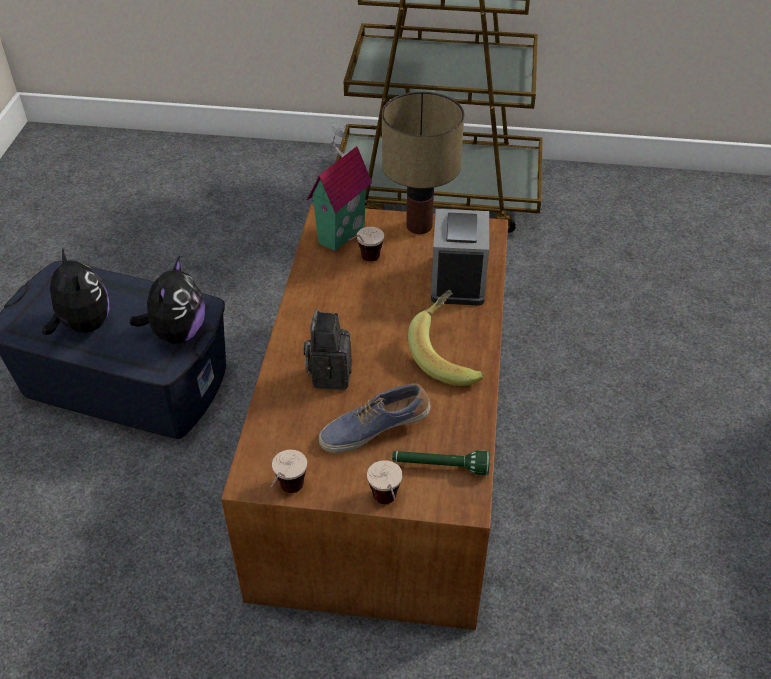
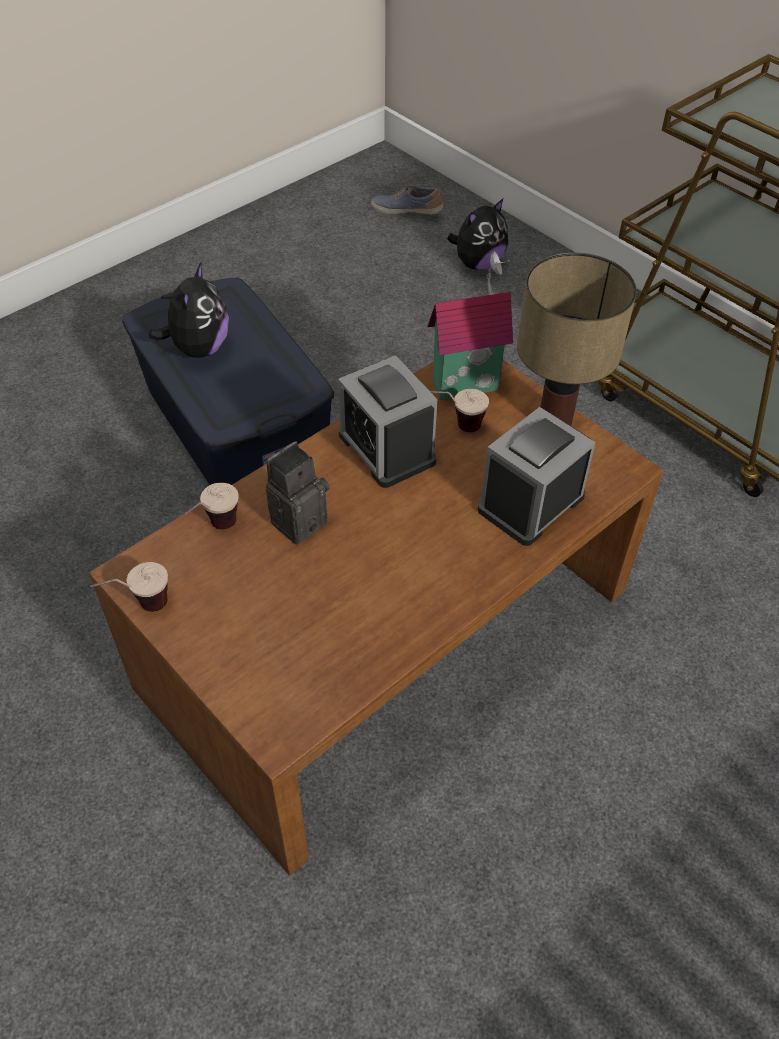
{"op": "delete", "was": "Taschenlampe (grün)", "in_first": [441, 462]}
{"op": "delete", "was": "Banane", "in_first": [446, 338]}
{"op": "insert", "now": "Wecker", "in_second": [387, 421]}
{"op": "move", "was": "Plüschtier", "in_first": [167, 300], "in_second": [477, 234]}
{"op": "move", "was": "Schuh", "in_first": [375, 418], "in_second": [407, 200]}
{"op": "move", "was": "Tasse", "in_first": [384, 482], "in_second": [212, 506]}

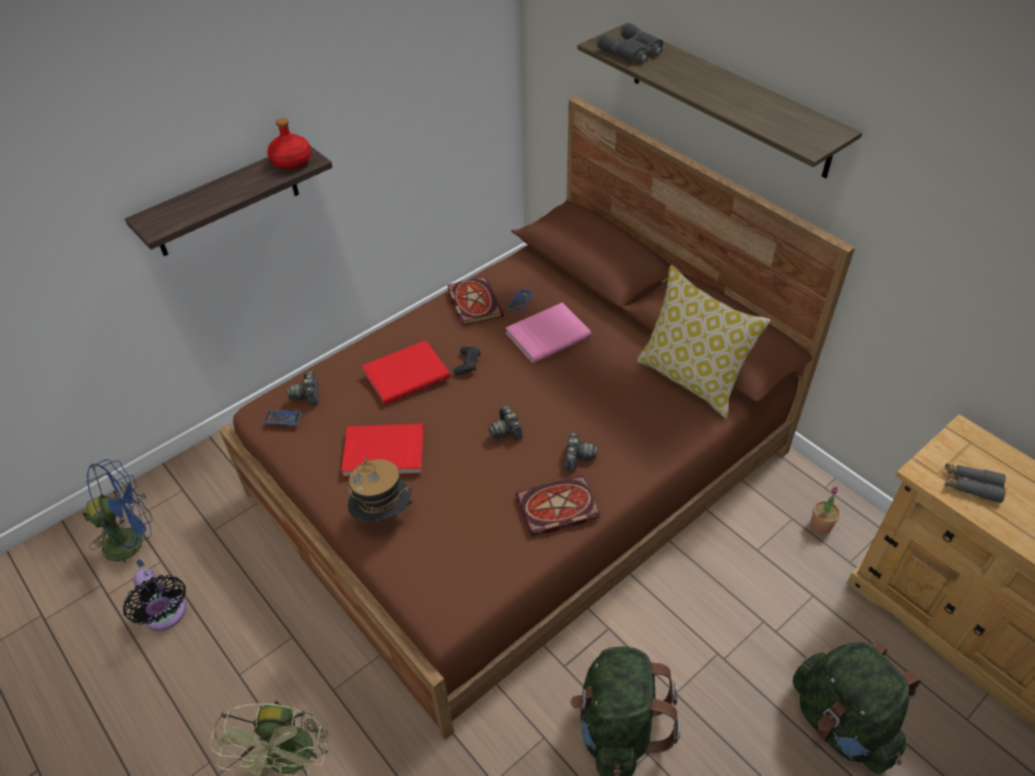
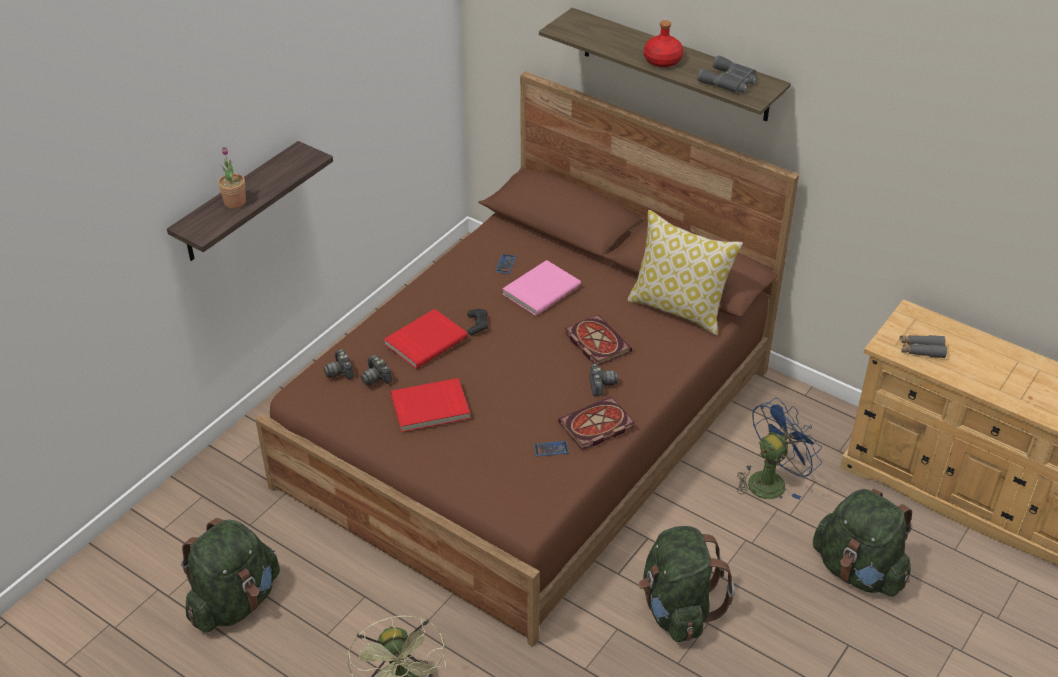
{"op": "delete", "was": "Hut", "in_first": [380, 489]}
{"op": "move", "was": "Ventilator (blau)", "in_first": [116, 513], "in_second": [779, 449]}
{"op": "move", "was": "Handy", "in_first": [282, 417], "in_second": [551, 448]}
{"op": "move", "was": "Flasche (rot)", "in_first": [289, 144], "in_second": [664, 43]}
{"op": "move", "was": "Buch", "in_first": [475, 301], "in_second": [598, 340]}
{"op": "move", "was": "Kamera", "in_first": [505, 422], "in_second": [377, 370]}
{"op": "move", "was": "Fernglas (grau)", "in_first": [630, 42], "in_second": [727, 74]}
{"op": "move", "was": "Topfpflanze", "in_first": [825, 510], "in_second": [232, 177]}
{"op": "replace", "was": "Ventilator (schwarz)", "now": "Rucksack (grün)", "in_first": [154, 599], "in_second": [230, 575]}

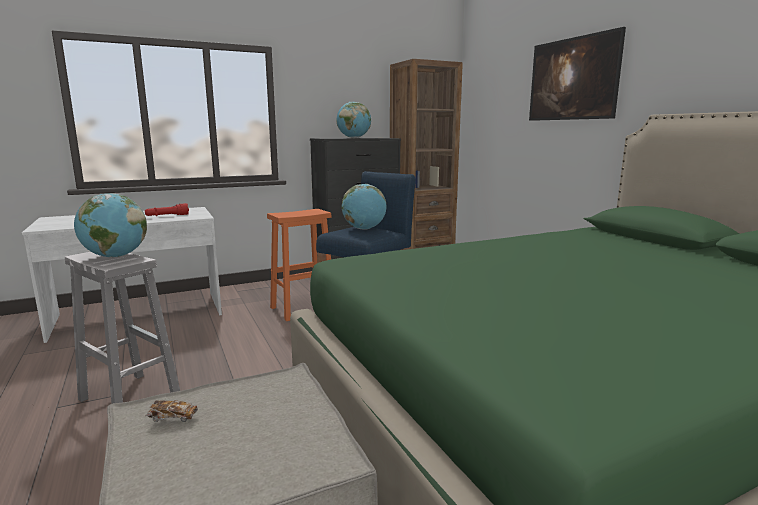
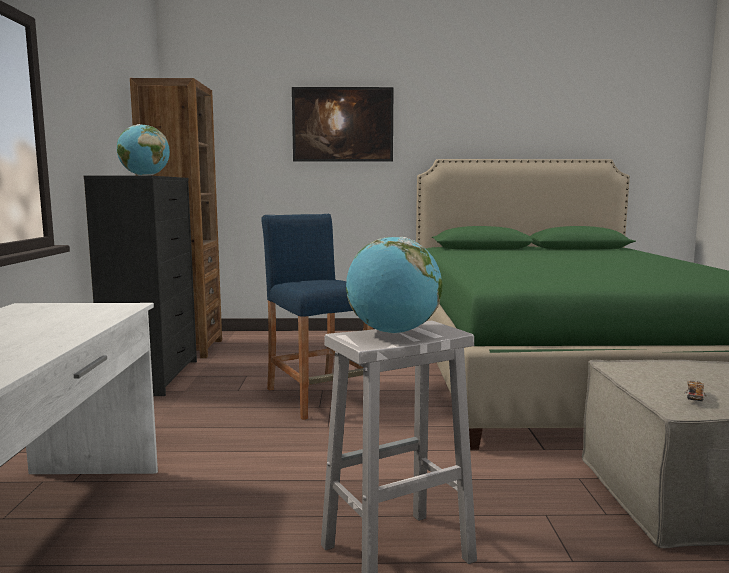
{"op": "delete", "was": "Taschenlampe (rot)", "in_first": [167, 209]}
{"op": "delete", "was": "Hocker (orange)", "in_first": [299, 265]}
{"op": "delete", "was": "Globus", "in_first": [364, 207]}

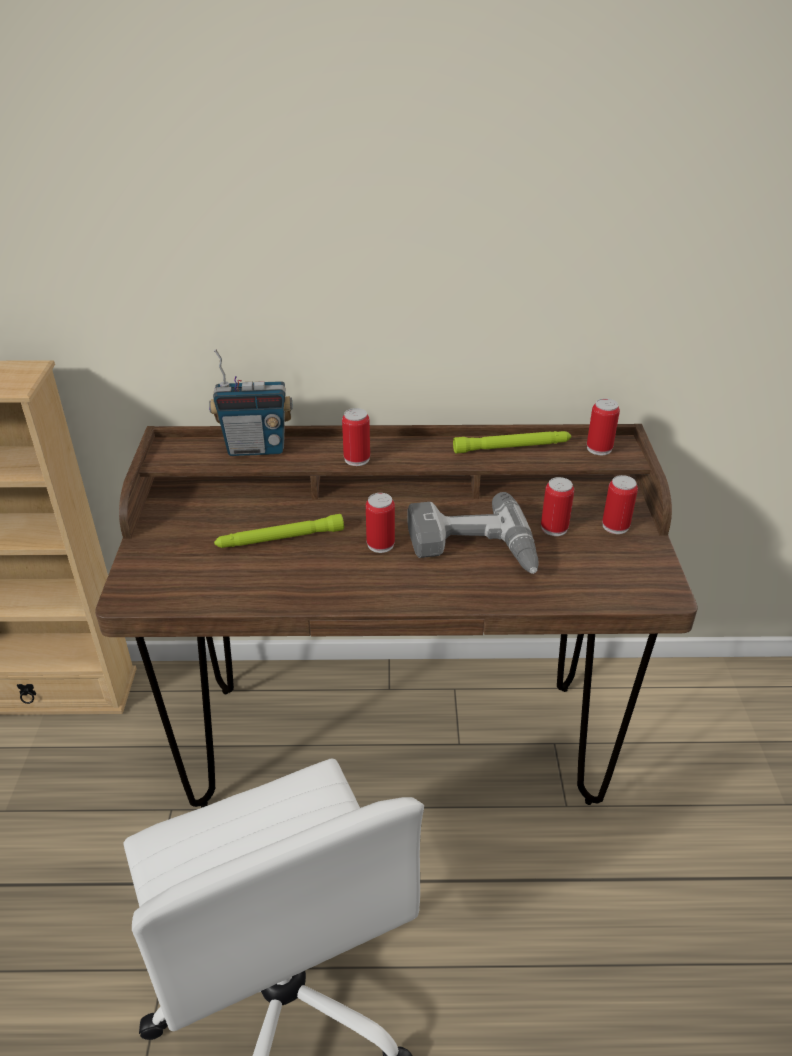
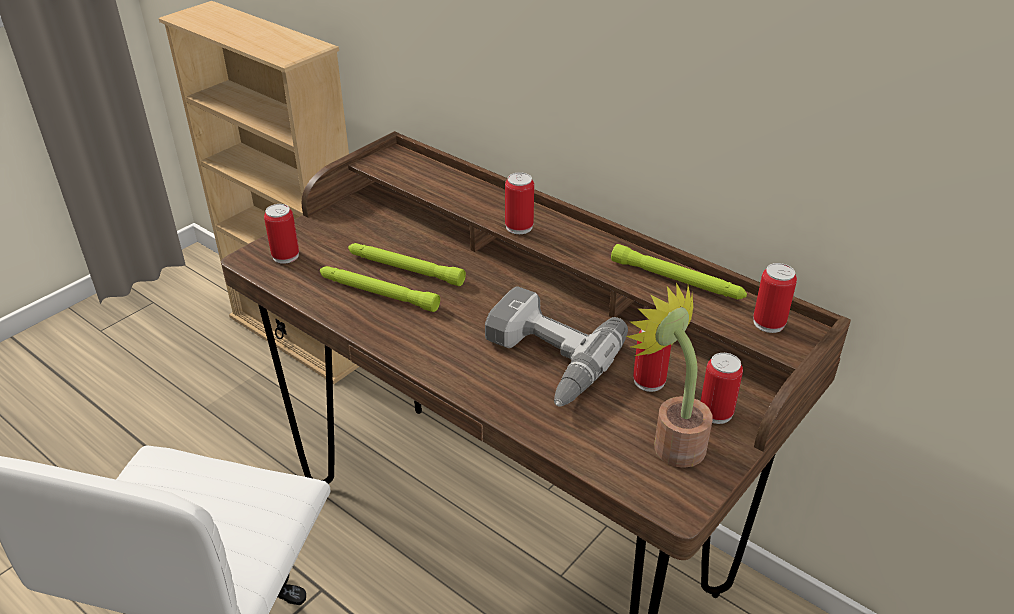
{"op": "delete", "was": "Radio", "in_first": [251, 402]}
{"op": "insert", "now": "Taschenlampe (grün)", "in_second": [380, 289]}
{"op": "insert", "now": "Topfpflanze", "in_second": [669, 375]}
{"op": "move", "was": "Dose", "in_first": [380, 523], "in_second": [281, 234]}

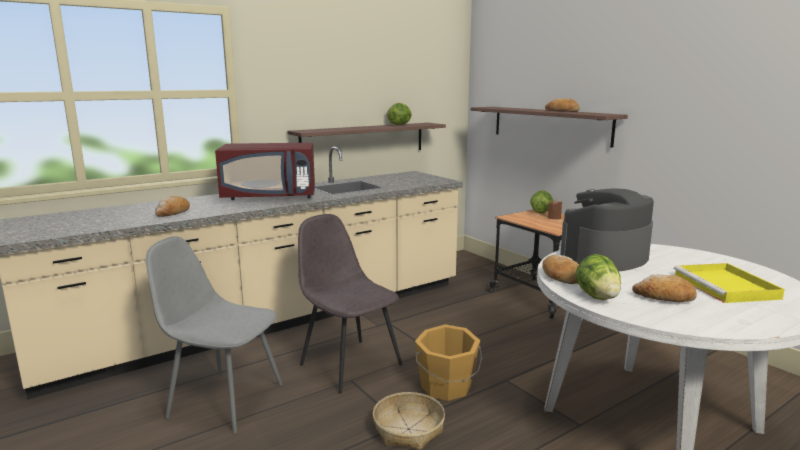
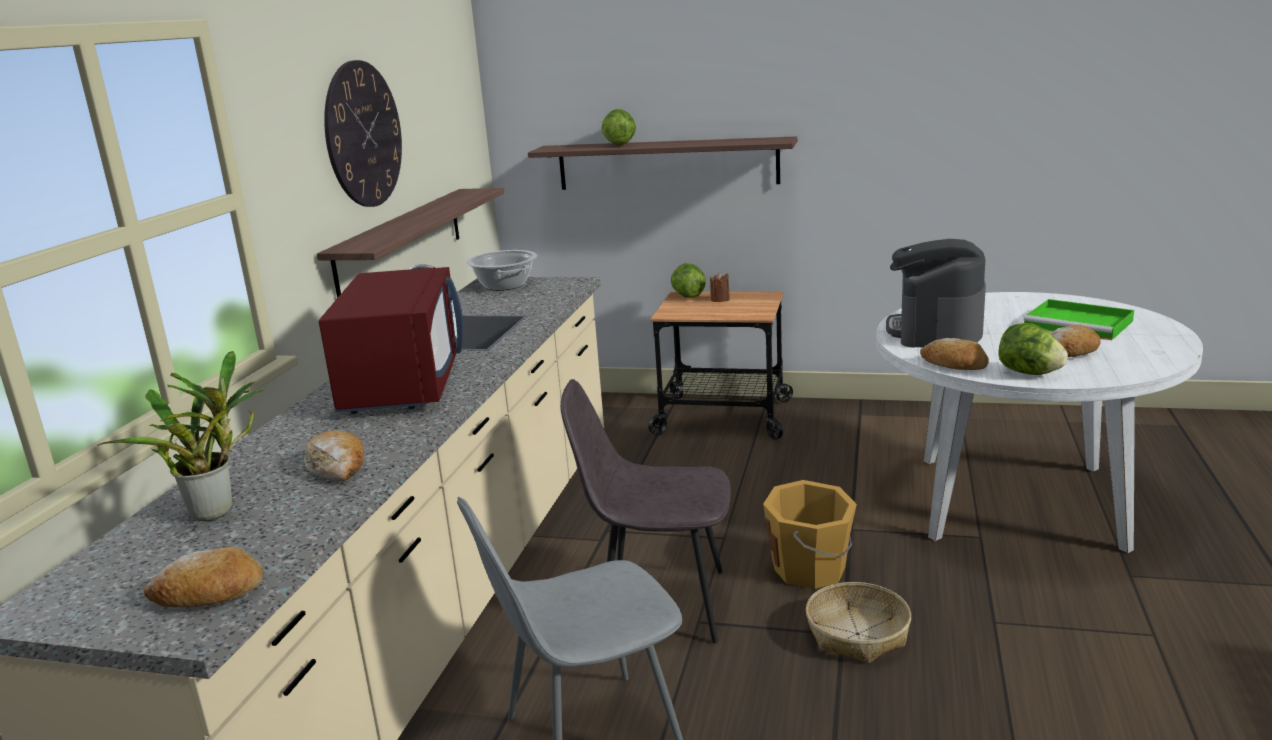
{"op": "insert", "now": "Topfpflanze", "in_second": [180, 436]}
{"op": "insert", "now": "Wanduhr", "in_second": [363, 133]}
{"op": "insert", "now": "Kochtopf", "in_second": [501, 270]}
{"op": "move", "was": "Salatkopf", "in_first": [399, 114], "in_second": [618, 127]}
{"op": "move", "was": "Brot", "in_first": [562, 105], "in_second": [203, 577]}
{"op": "recolor", "was": "Tablett (gelb)", "now": "Tablett (grün)", "in_first": [729, 283], "in_second": [1079, 319]}
{"op": "rotate", "was": "Mikrowelle (rot)", "in_first": [265, 171], "in_second": [391, 340], "clockwise": -45}

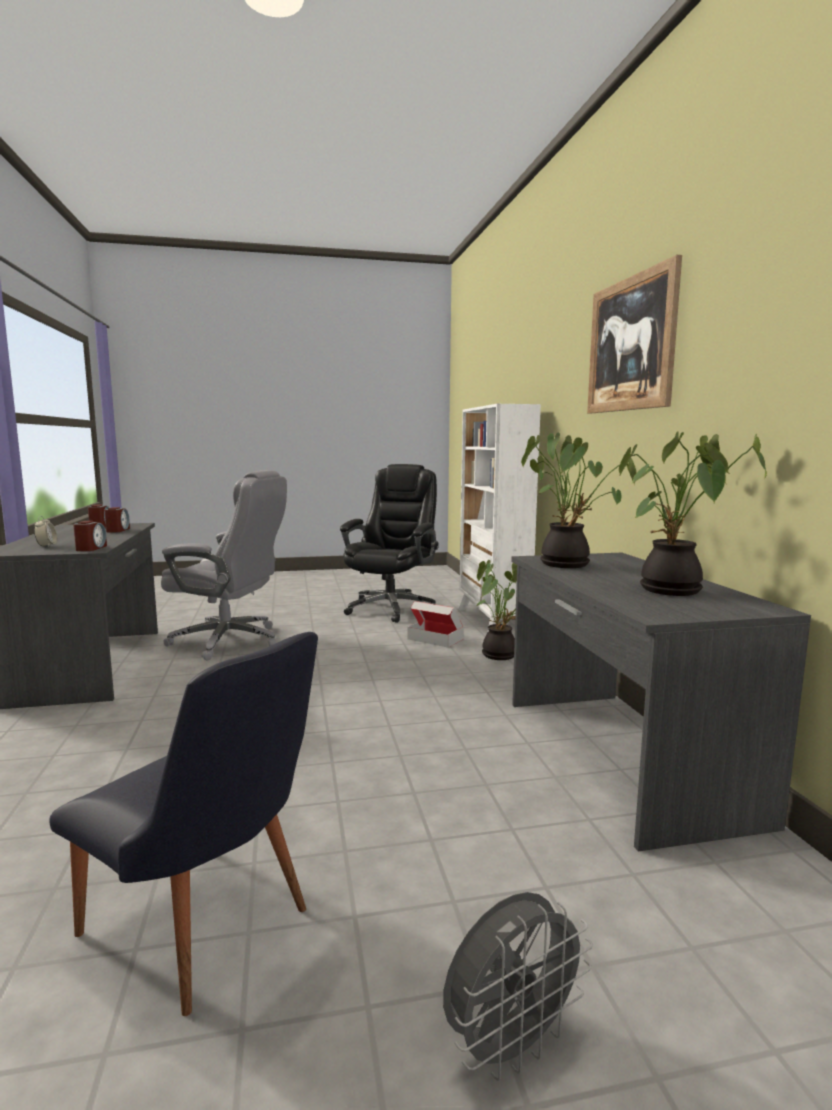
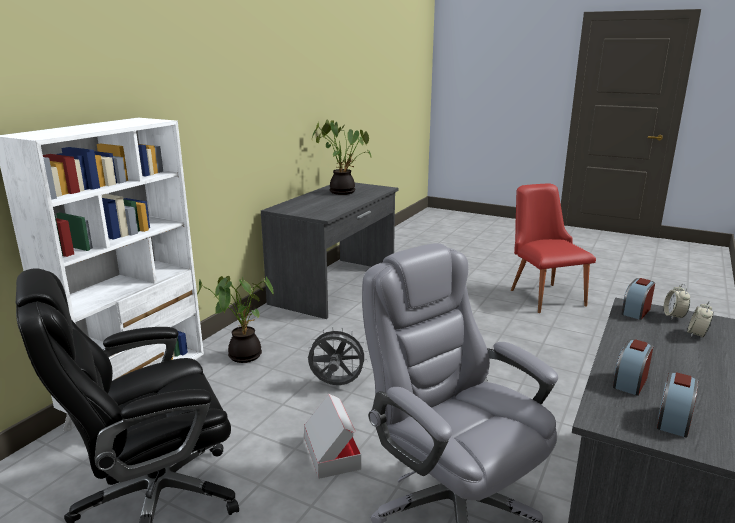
{"op": "delete", "was": "Topfpflanze", "in_first": [579, 500]}
{"op": "delete", "was": "Bild", "in_first": [634, 334]}
{"op": "insert", "now": "Wecker", "in_second": [677, 301]}
{"op": "move", "was": "Karton", "in_first": [435, 624], "in_second": [332, 436]}
{"op": "move", "was": "Ventilator (grau)", "in_first": [518, 986], "in_second": [337, 355]}
{"op": "recolor", "was": "Stuhl (schwarz)", "now": "Stuhl (rot)", "in_first": [183, 824], "in_second": [553, 248]}

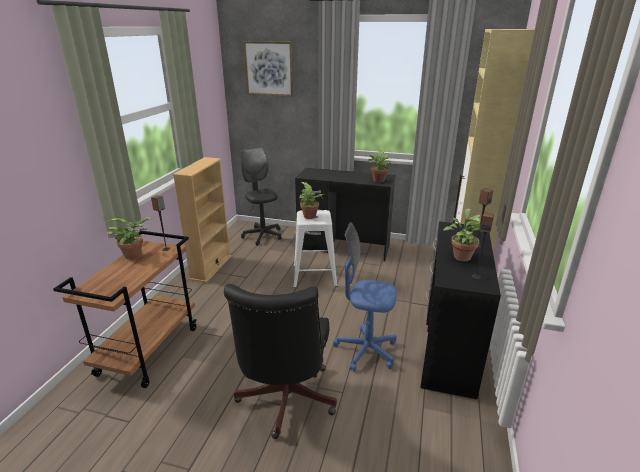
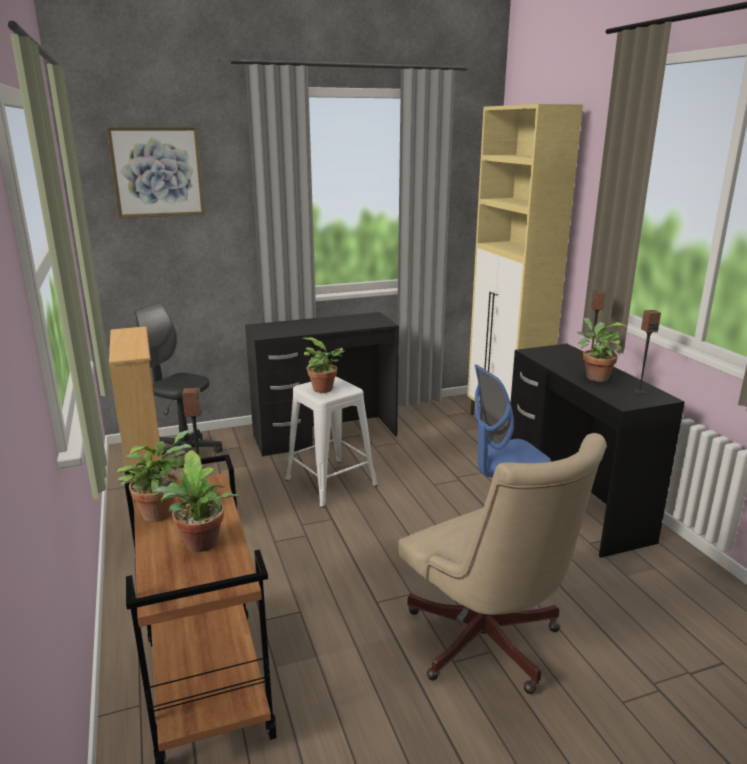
{"op": "move", "was": "Topfpflanze", "in_first": [380, 164], "in_second": [196, 501]}
{"op": "recolor", "was": "Bürostuhl (schwarz)", "now": "Bürostuhl (beige)", "in_first": [280, 361], "in_second": [502, 563]}

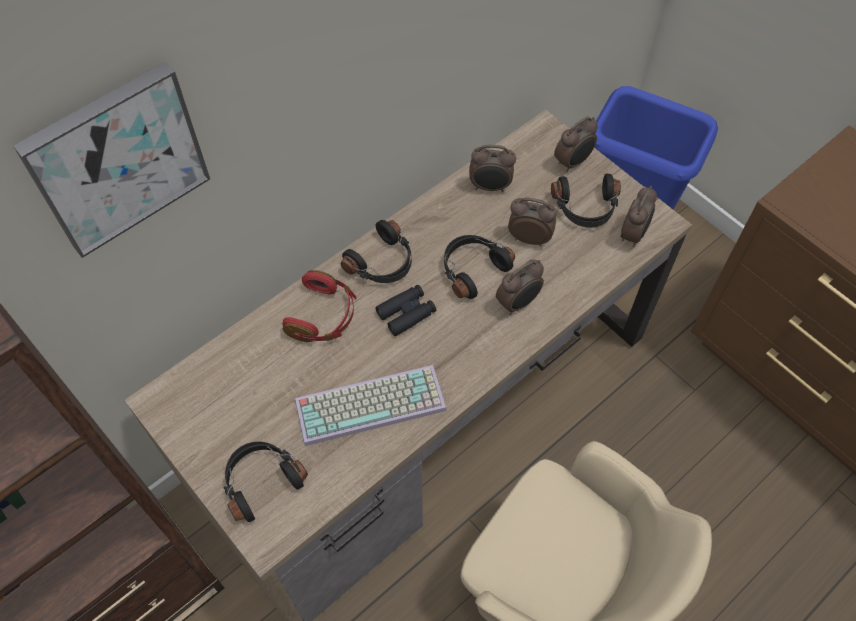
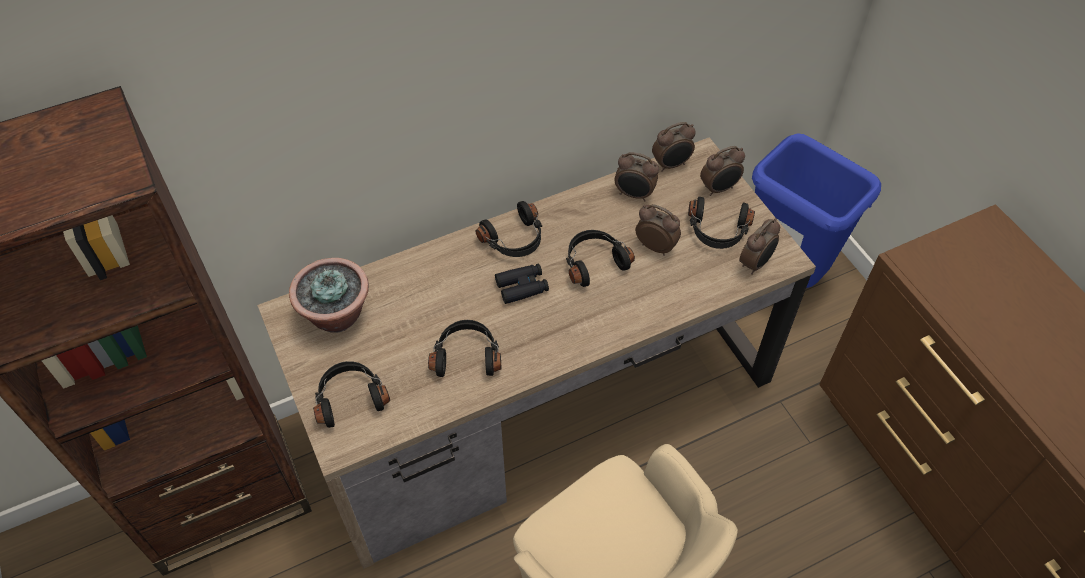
{"op": "delete", "was": "Bild", "in_first": [111, 160]}
{"op": "delete", "was": "Kopfhörer (rot)", "in_first": [319, 306]}
{"op": "insert", "now": "Topfpflanze", "in_second": [329, 295]}
{"op": "move", "was": "Wecker", "in_first": [520, 287], "in_second": [674, 147]}
{"op": "replace", "was": "Tastatur", "now": "Kopfhörer (schwarz)", "in_first": [371, 405], "in_second": [465, 348]}

